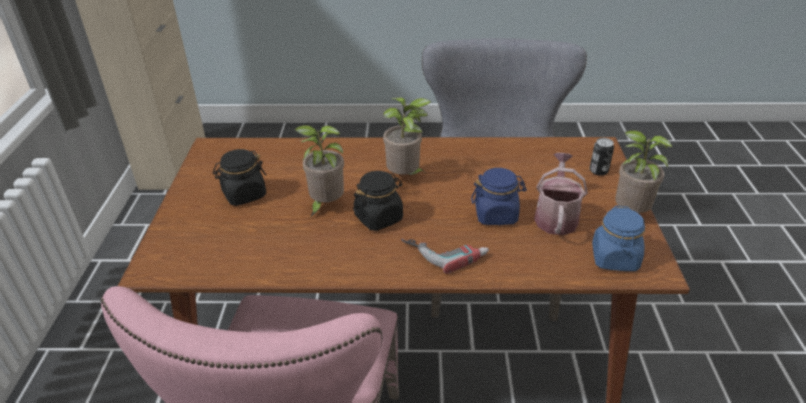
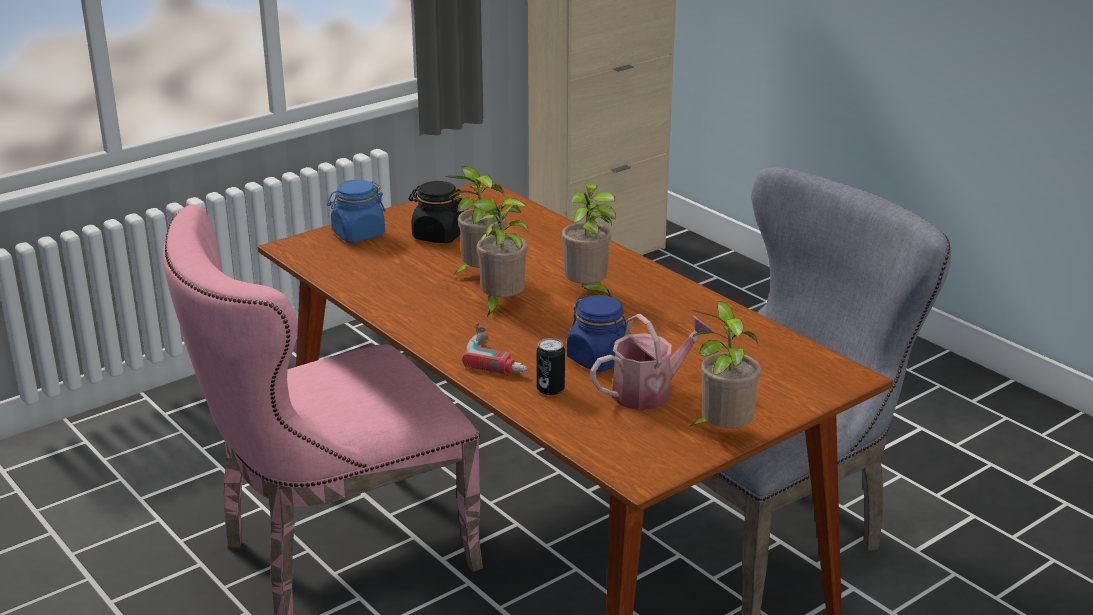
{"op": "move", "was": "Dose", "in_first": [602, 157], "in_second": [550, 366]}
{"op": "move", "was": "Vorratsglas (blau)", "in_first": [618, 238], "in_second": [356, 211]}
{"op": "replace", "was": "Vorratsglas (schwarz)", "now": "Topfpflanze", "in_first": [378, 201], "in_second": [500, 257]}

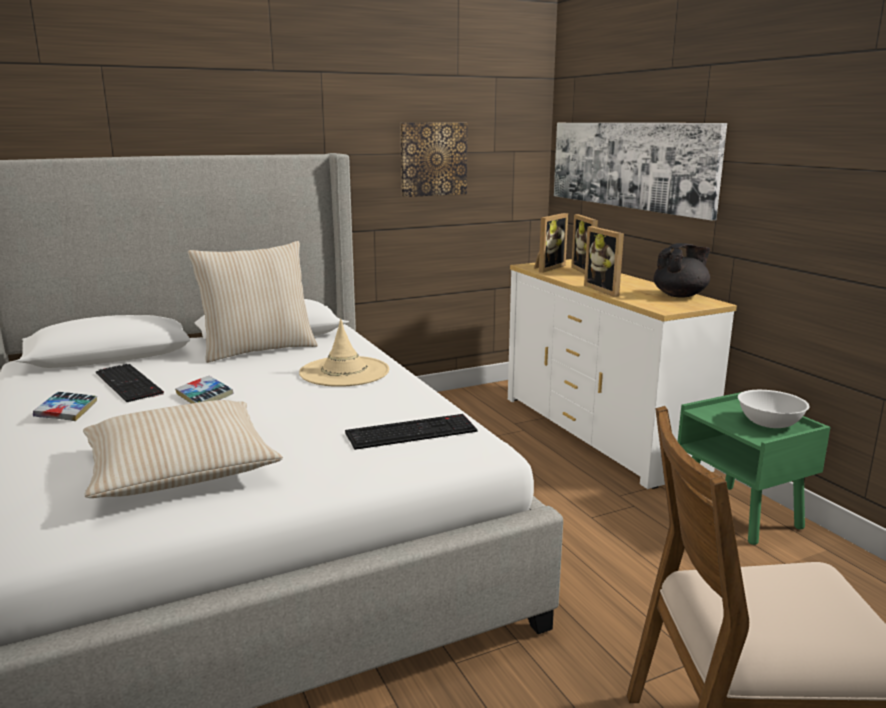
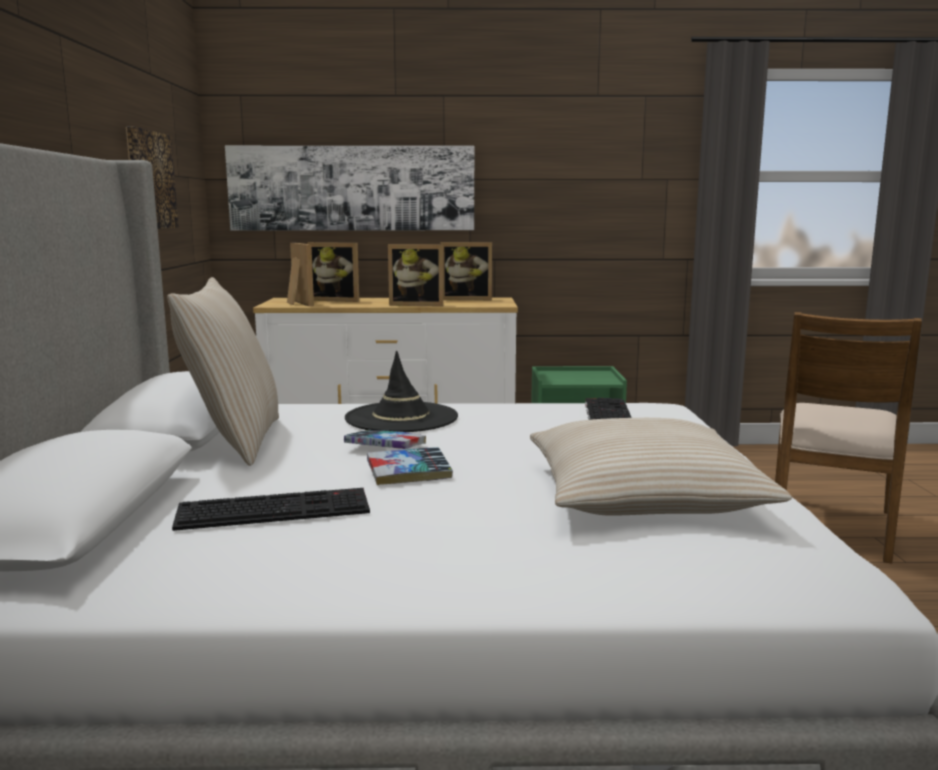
{"op": "delete", "was": "Schüssel (weiß)", "in_first": [774, 409]}
{"op": "move", "was": "Buch", "in_first": [65, 406], "in_second": [385, 439]}
{"op": "replace", "was": "Teekanne (schwarz)", "now": "Bilderrahmen", "in_first": [682, 270], "in_second": [466, 271]}
{"op": "recolor", "was": "Hut (beige)", "now": "Hut (schwarz)", "in_first": [344, 353], "in_second": [401, 391]}

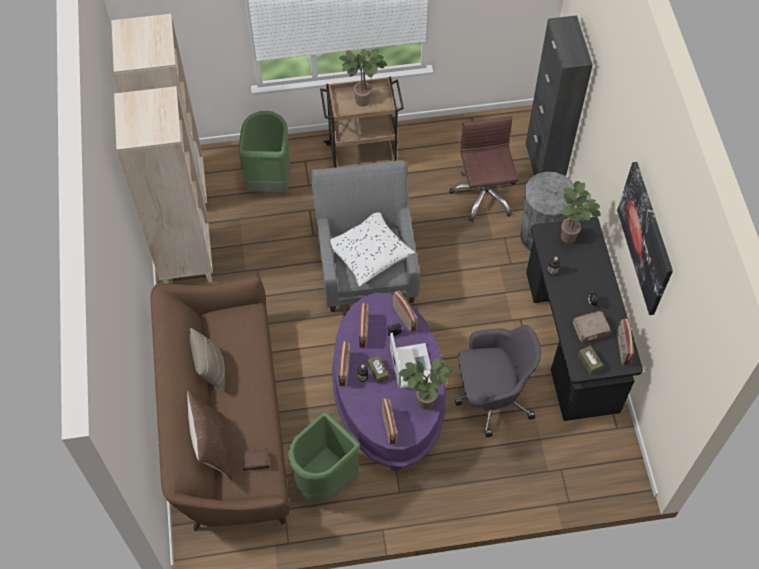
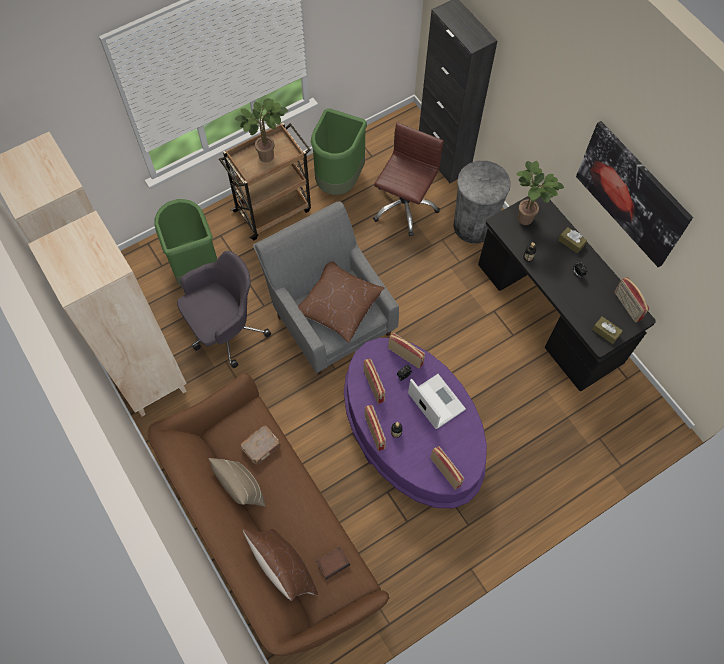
{"op": "delete", "was": "Topfpflanze", "in_first": [427, 384]}
{"op": "move", "was": "Mülleimer (grün)", "in_first": [324, 457], "in_second": [339, 151]}
{"op": "move", "was": "Taschentuchbox (braun)", "in_first": [378, 369], "in_second": [572, 240]}
{"op": "move", "was": "Bürostuhl (grau)", "in_first": [498, 381], "in_second": [224, 309]}
{"op": "move", "was": "Buch (braun)", "in_first": [592, 326], "in_second": [260, 445]}
{"op": "recolor", "was": "Kissen (weiß)", "now": "Kissen (braun)", "in_first": [372, 249], "in_second": [341, 302]}
{"op": "rotate", "was": "Bürostuhl (braun)", "in_first": [484, 169], "in_second": [408, 179], "clockwise": 60}

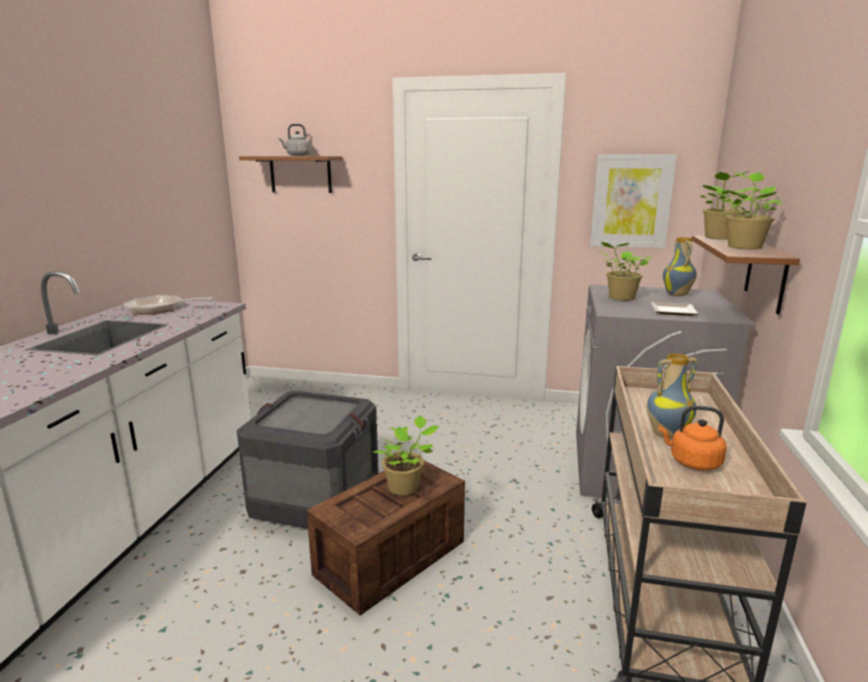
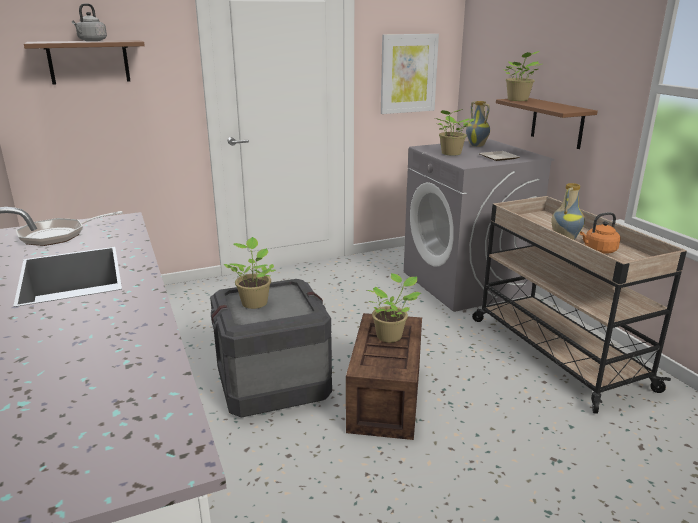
{"op": "move", "was": "Topfpflanze", "in_first": [750, 210], "in_second": [250, 273]}

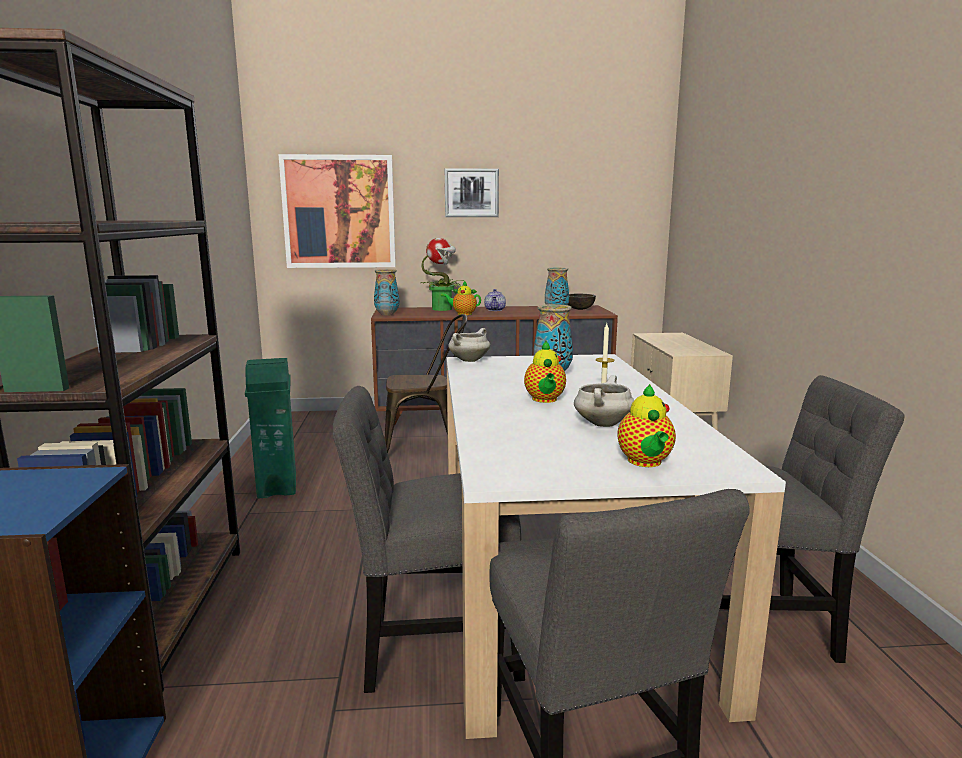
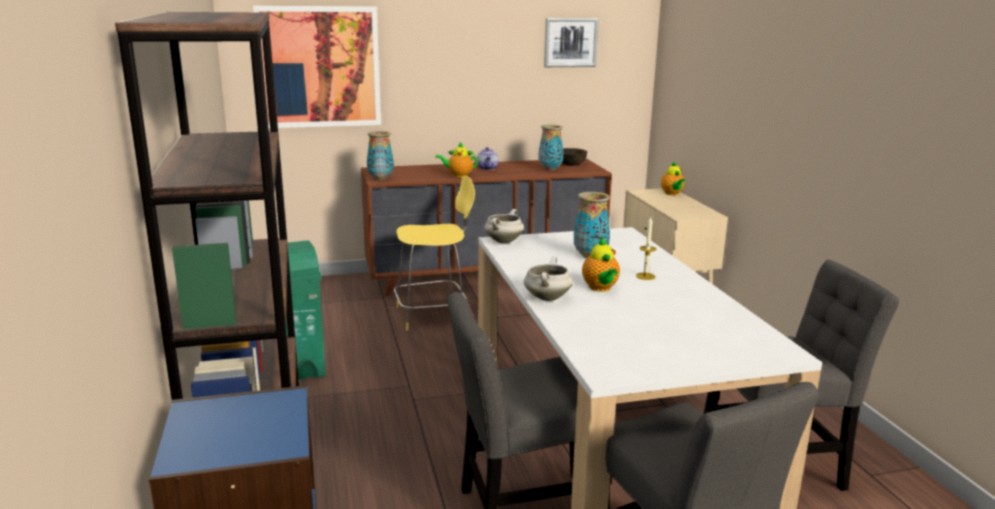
{"op": "delete", "was": "Topfpflanze", "in_first": [442, 274]}
{"op": "move", "was": "Bild", "in_first": [472, 192], "in_second": [571, 42]}
{"op": "move", "was": "Kochtopf (weiß)", "in_first": [604, 401], "in_second": [548, 279]}
{"op": "move", "was": "Teekanne", "in_first": [646, 425], "in_second": [673, 178]}
{"op": "replace", "was": "Stuhl (braun)", "now": "Hocker (gelb)", "in_first": [425, 383], "in_second": [434, 253]}

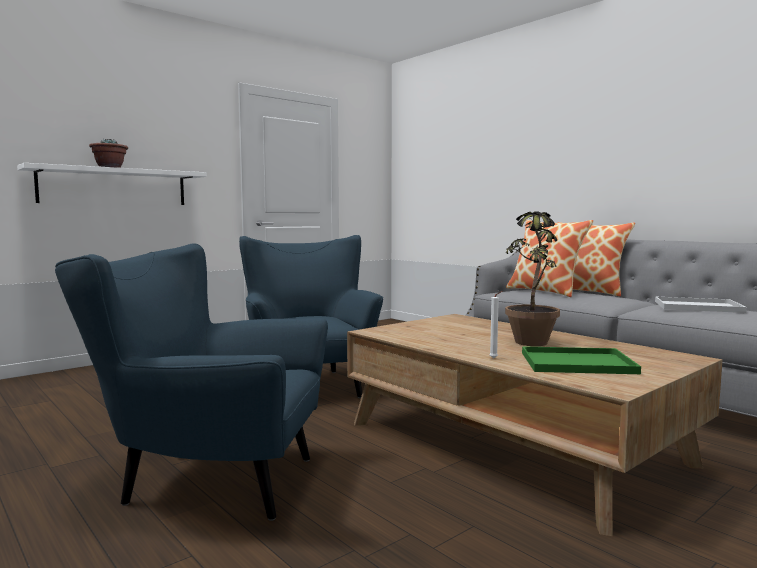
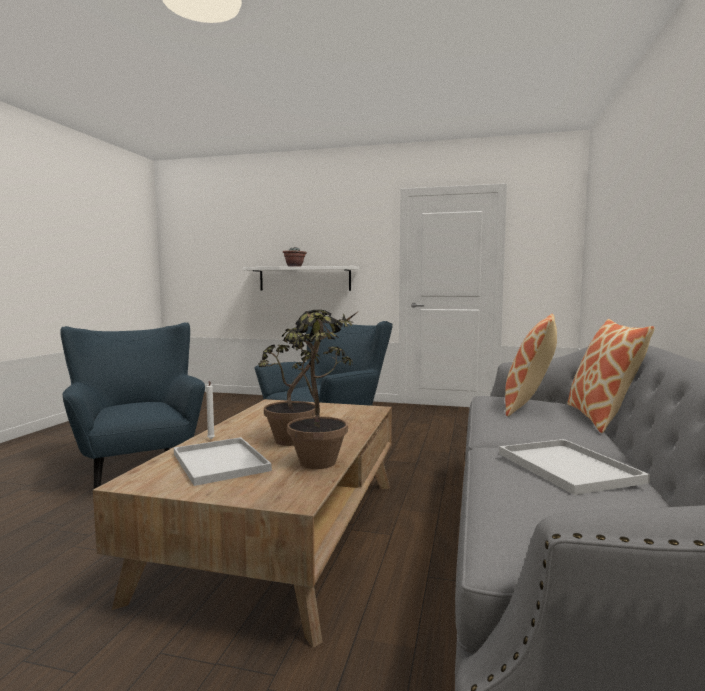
{"op": "insert", "now": "Topfpflanze", "in_second": [320, 392]}
{"op": "recolor", "was": "Tablett (grün)", "now": "Tablett (weiß)", "in_first": [581, 360], "in_second": [223, 461]}

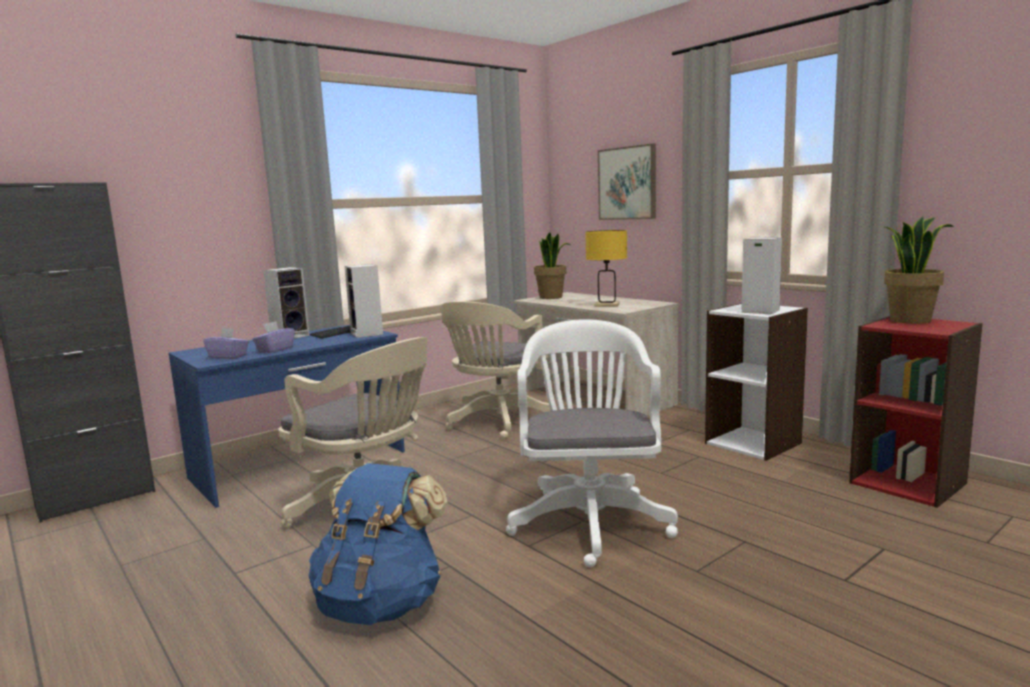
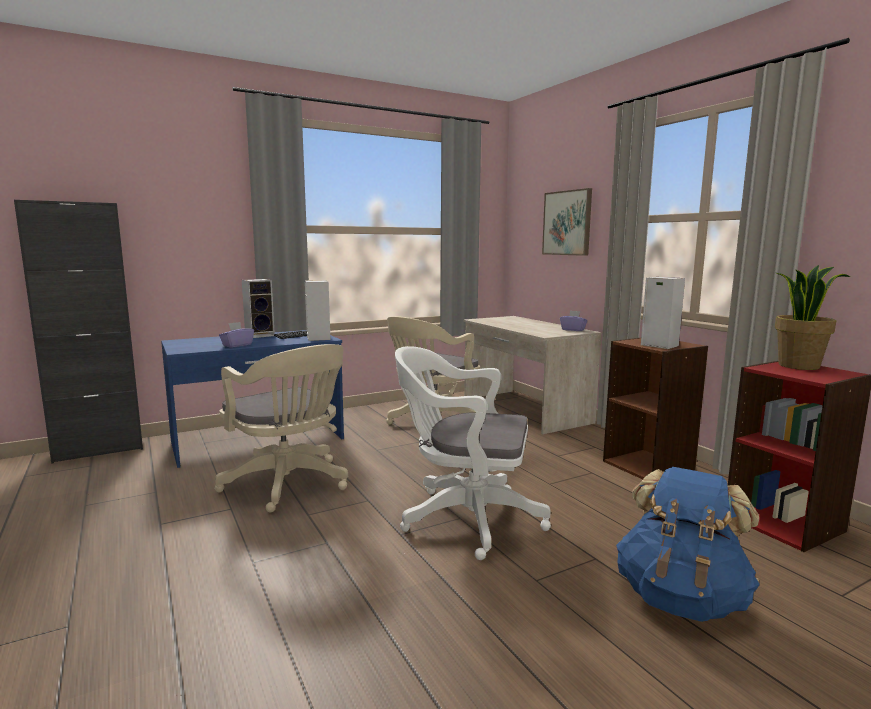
{"op": "delete", "was": "Topfpflanze", "in_first": [552, 265]}
{"op": "delete", "was": "Tischlampe (gelb)", "in_first": [606, 268]}
{"op": "move", "was": "Taschentuchbox (lila)", "in_first": [226, 343], "in_second": [573, 321]}
{"op": "move", "was": "Rucksack (blau)", "in_first": [378, 544], "in_second": [688, 544]}
{"op": "recolor", "was": "Bücherregal (weiß)", "now": "Bücherregal (braun)", "in_first": [756, 382], "in_second": [655, 408]}
{"op": "rotate", "was": "Bürostuhl (weiß)", "in_first": [592, 443], "in_second": [473, 453], "clockwise": -90}

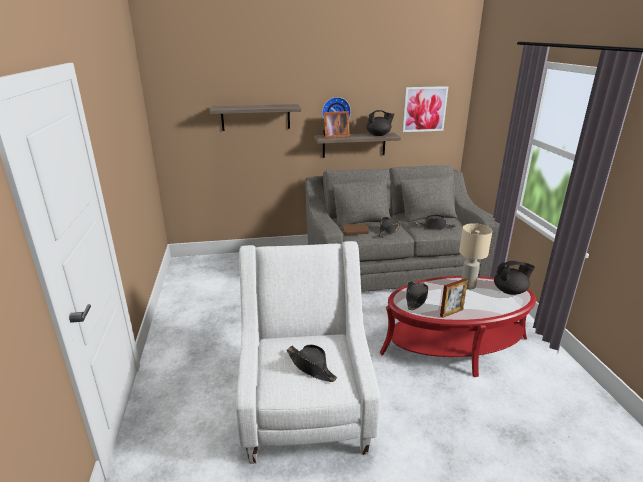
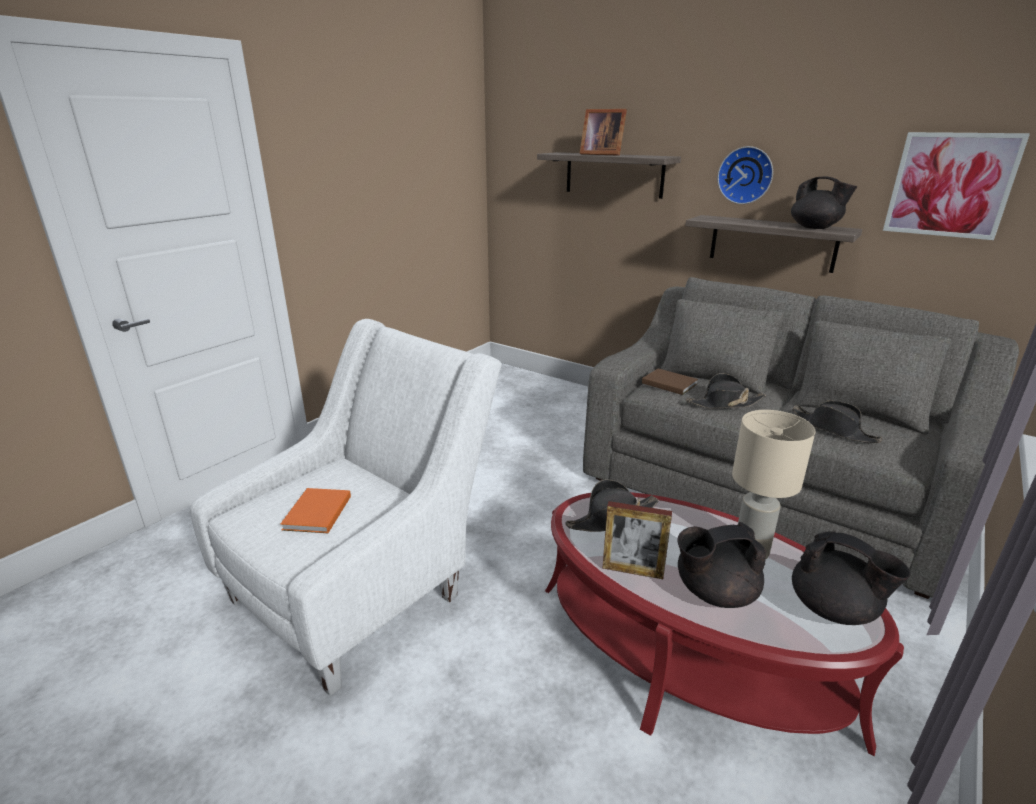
{"op": "insert", "now": "Teekanne (schwarz)", "in_second": [722, 565]}
{"op": "move", "was": "Bilderrahmen", "in_first": [336, 124], "in_second": [603, 132]}
{"op": "replace", "was": "Hut (schwarz)", "now": "Buch (orange)", "in_first": [312, 363], "in_second": [315, 510]}

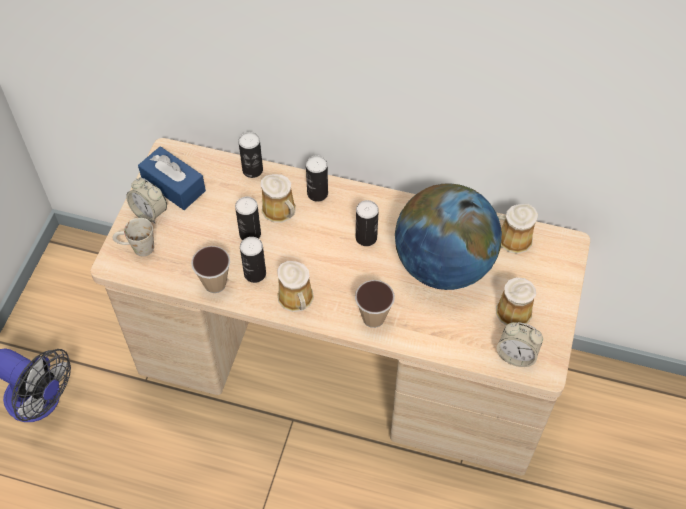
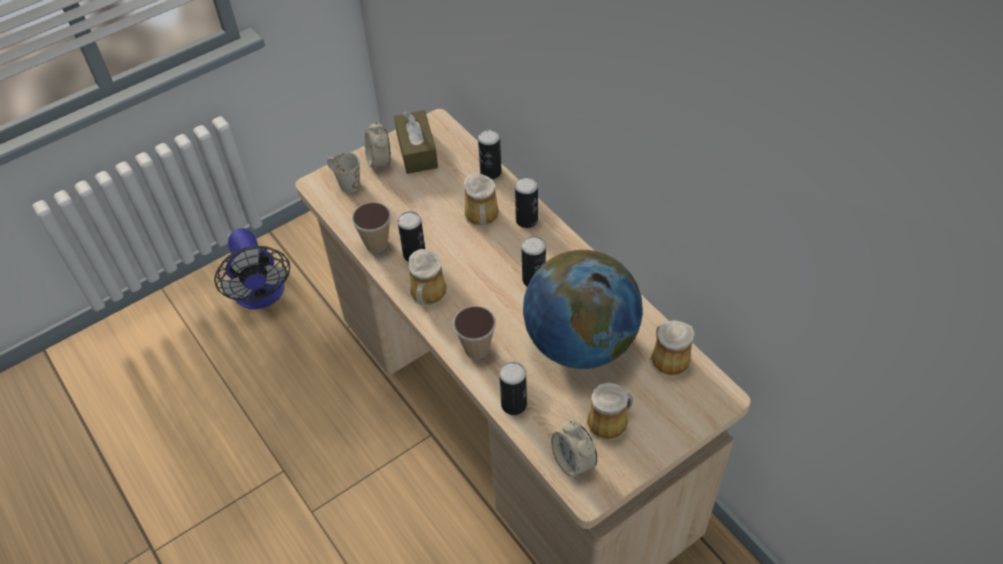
{"op": "move", "was": "Dose", "in_first": [248, 218], "in_second": [513, 388]}
{"op": "recolor", "was": "Taschentuchbox (blau)", "now": "Taschentuchbox (braun)", "in_first": [172, 178], "in_second": [416, 142]}

